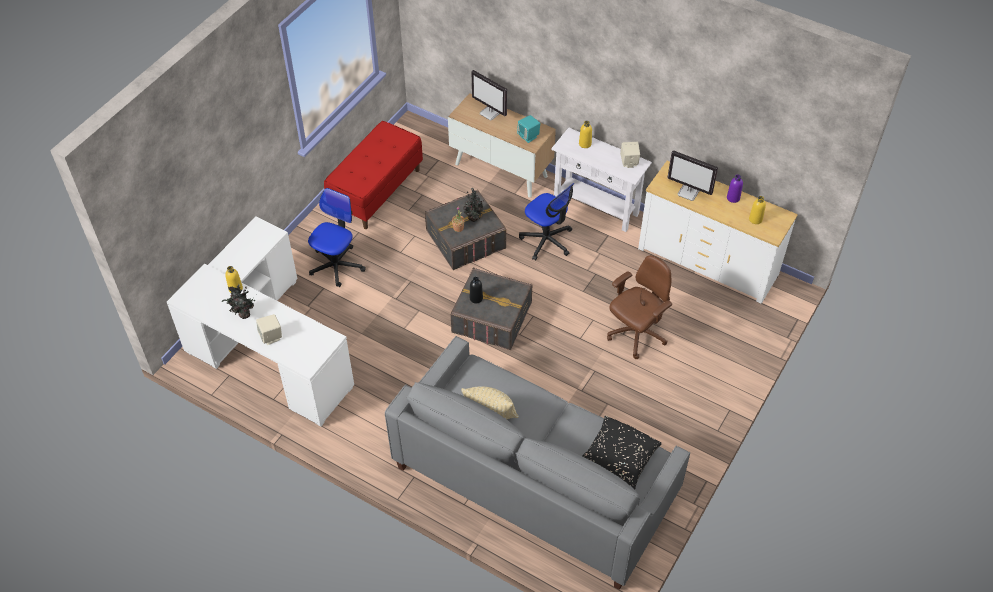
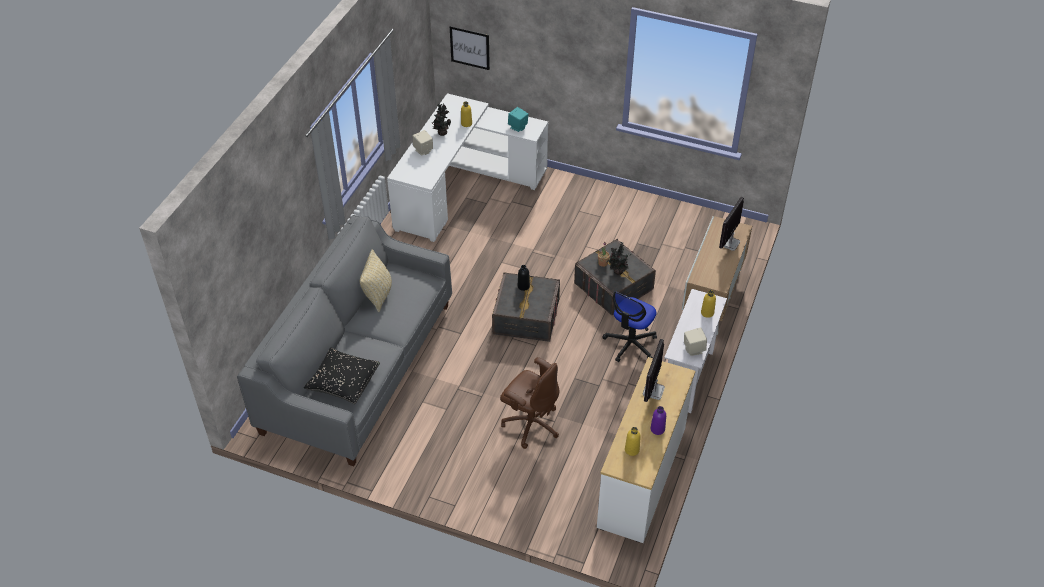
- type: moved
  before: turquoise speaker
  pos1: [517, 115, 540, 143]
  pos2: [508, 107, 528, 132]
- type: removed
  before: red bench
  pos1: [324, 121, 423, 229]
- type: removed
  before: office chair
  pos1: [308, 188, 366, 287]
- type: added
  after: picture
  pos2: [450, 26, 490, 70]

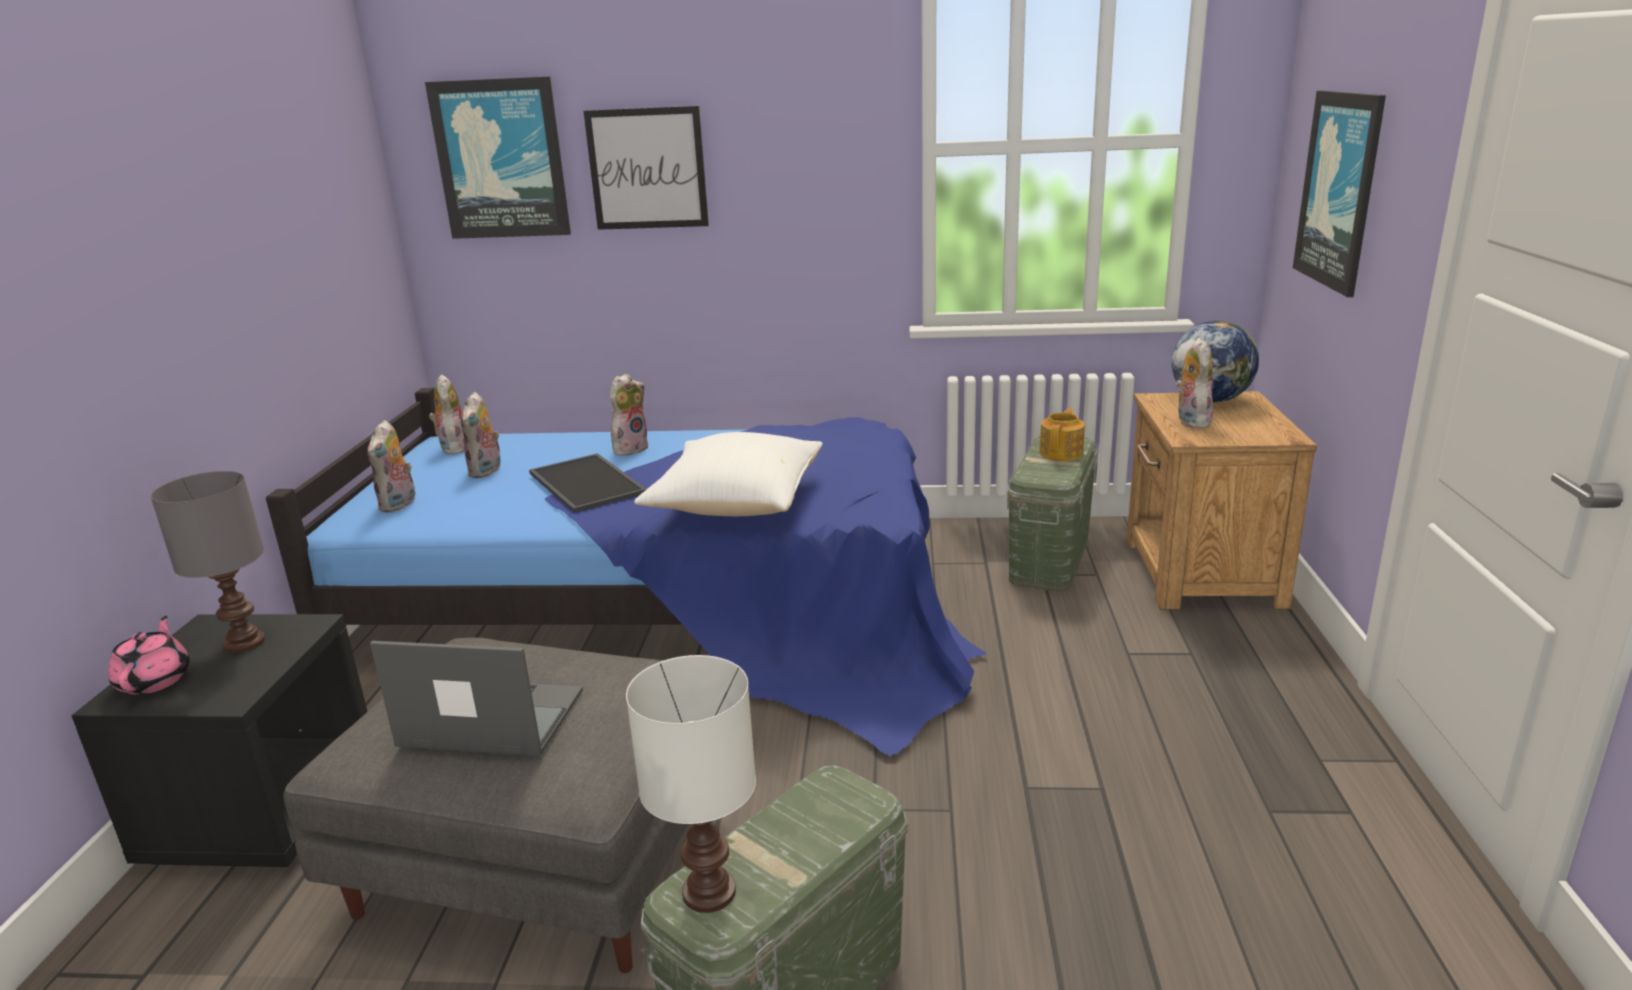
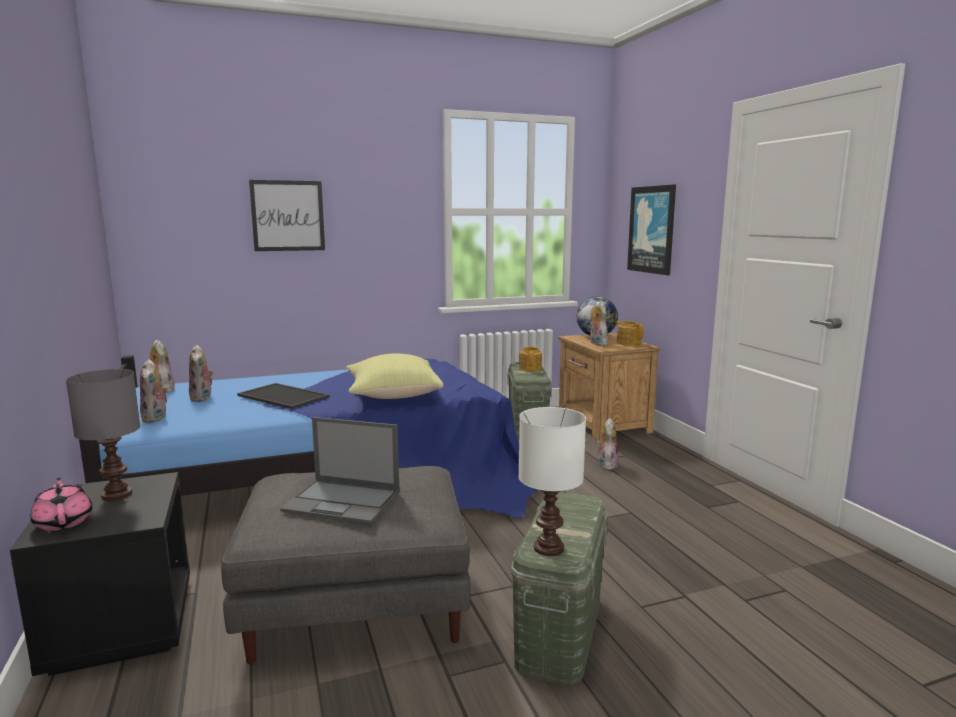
- type: removed
  before: picture
  pos1: [425, 76, 571, 239]
- type: moved
  before: plush toy
  pos1: [610, 374, 649, 456]
  pos2: [596, 418, 618, 470]
- type: recoloured
  before: white pillow
  after: yellow pillow
  pos1: [634, 432, 823, 516]
  pos2: [346, 353, 443, 399]
- type: turned
  before: laptop
  pos1: [370, 641, 583, 756]
  pos2: [280, 417, 400, 524]
  turn: -150
- type: added
  after: teapot
  pos2: [615, 321, 643, 346]

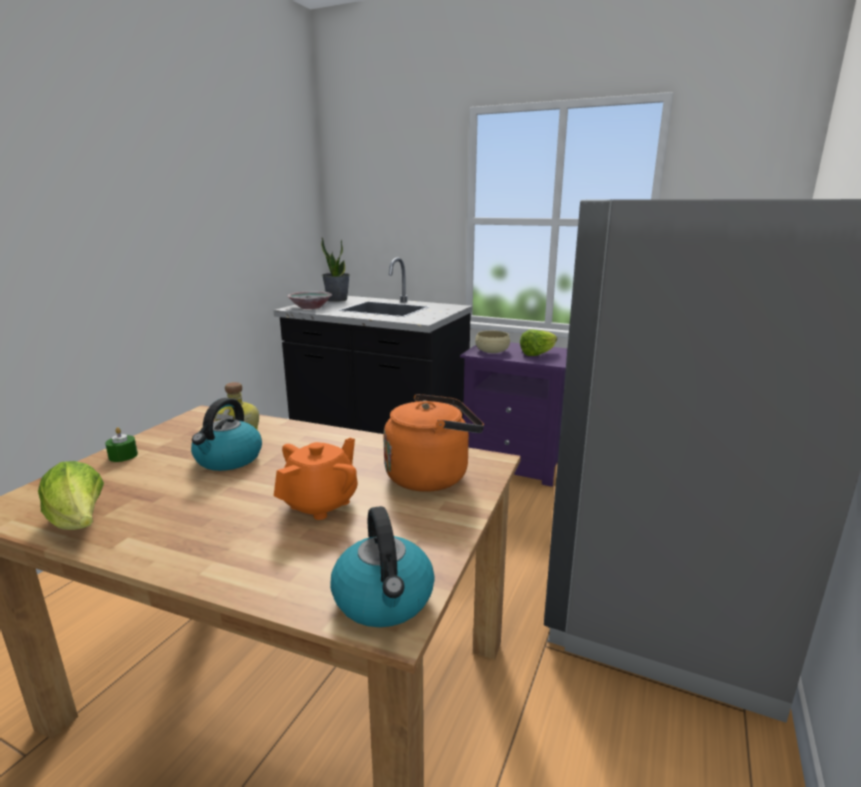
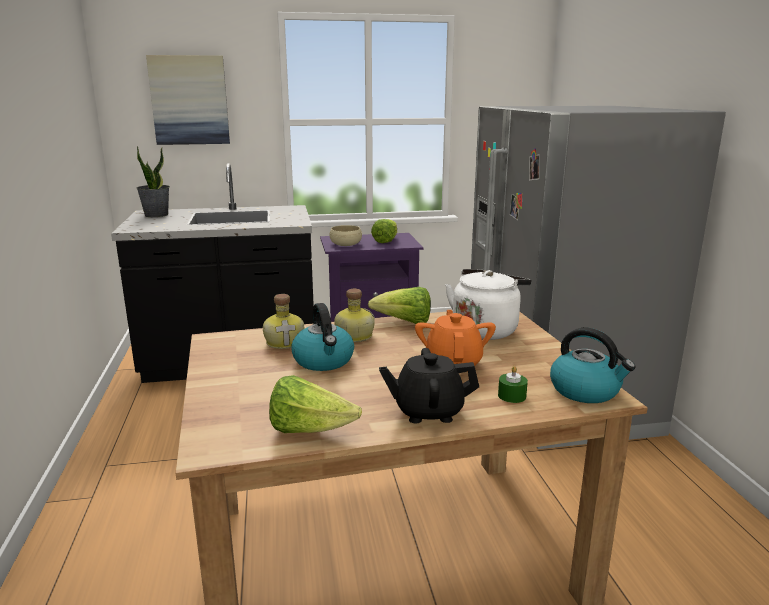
- type: removed
  before: bowl
  pos1: [287, 291, 332, 309]
- type: recoloured
  before: orange kettle
  after: white kettle
  pos1: [383, 394, 484, 492]
  pos2: [445, 269, 531, 340]
- type: moved
  before: green candle
  pos1: [105, 427, 138, 462]
  pos2: [498, 366, 528, 403]
- type: added
  after: picture
  pos2: [146, 55, 230, 145]
- type: added
  after: lettuce
  pos2: [368, 287, 431, 324]
- type: added
  after: bottle
  pos2: [334, 289, 375, 342]
- type: added
  after: black teapot
  pos2: [379, 348, 479, 423]

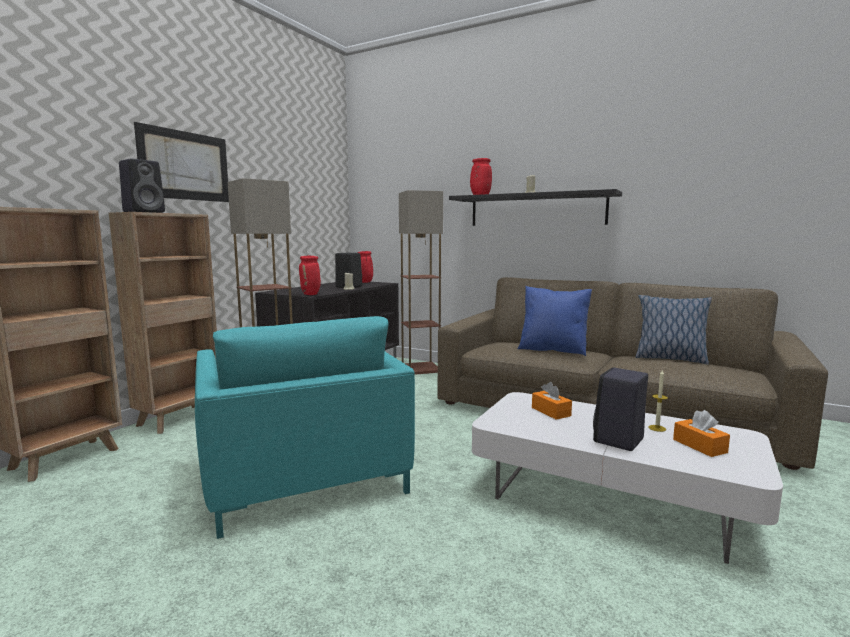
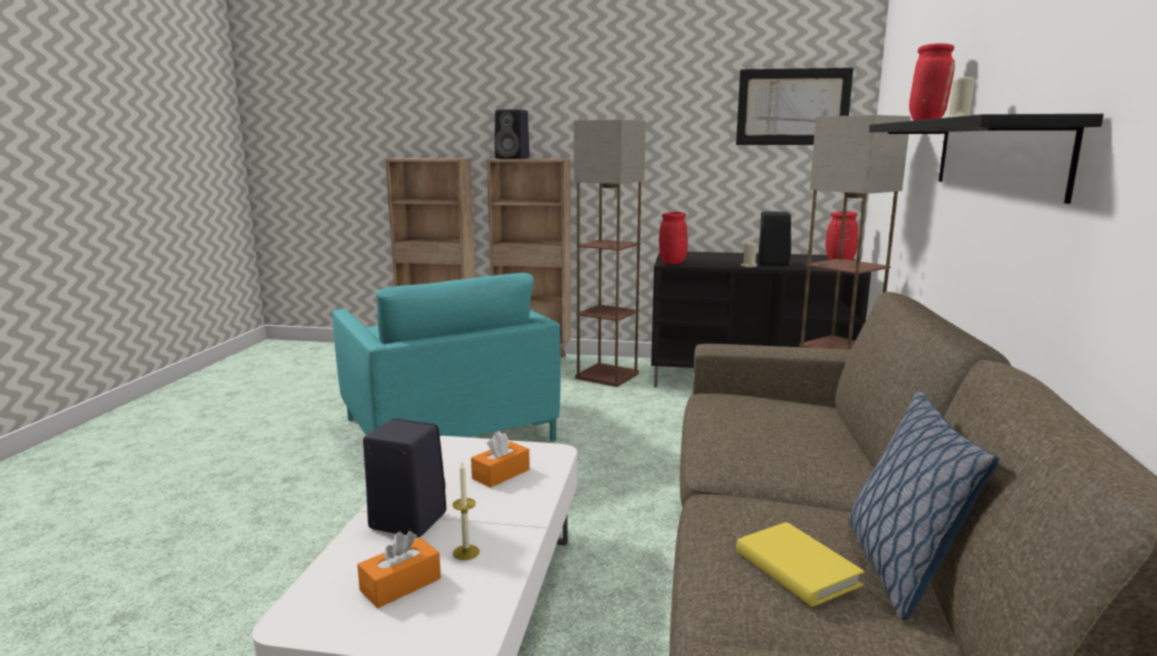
- type: moved
  before: picture
  pos1: [134, 122, 229, 202]
  pos2: [736, 68, 853, 145]
- type: removed
  before: blue pillow
  pos1: [518, 286, 592, 356]
- type: turned
  before: turquoise armchair
  pos1: [195, 316, 415, 539]
  pos2: [332, 273, 560, 442]
  turn: -75
- type: added
  after: yellow book
  pos2: [736, 522, 865, 607]

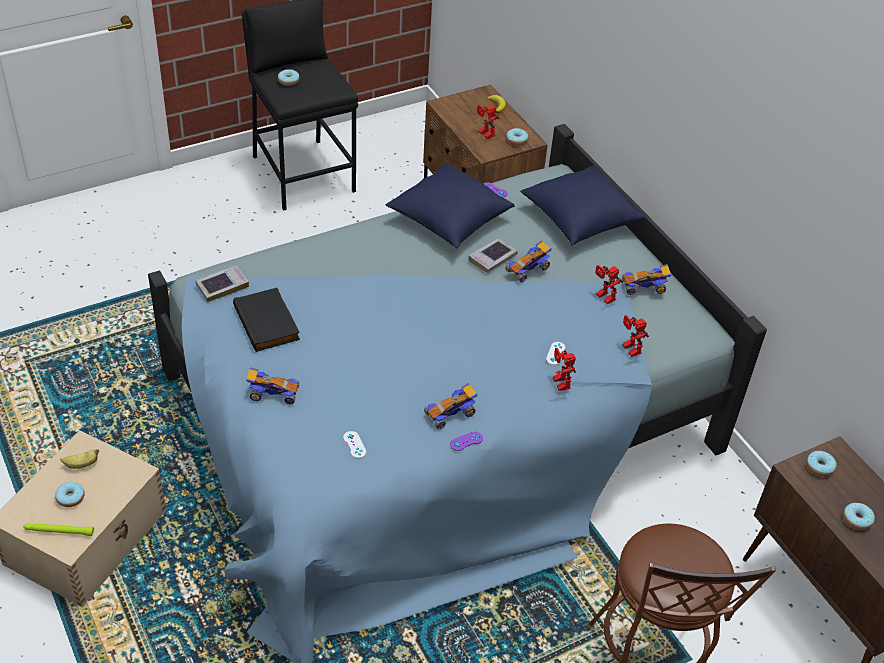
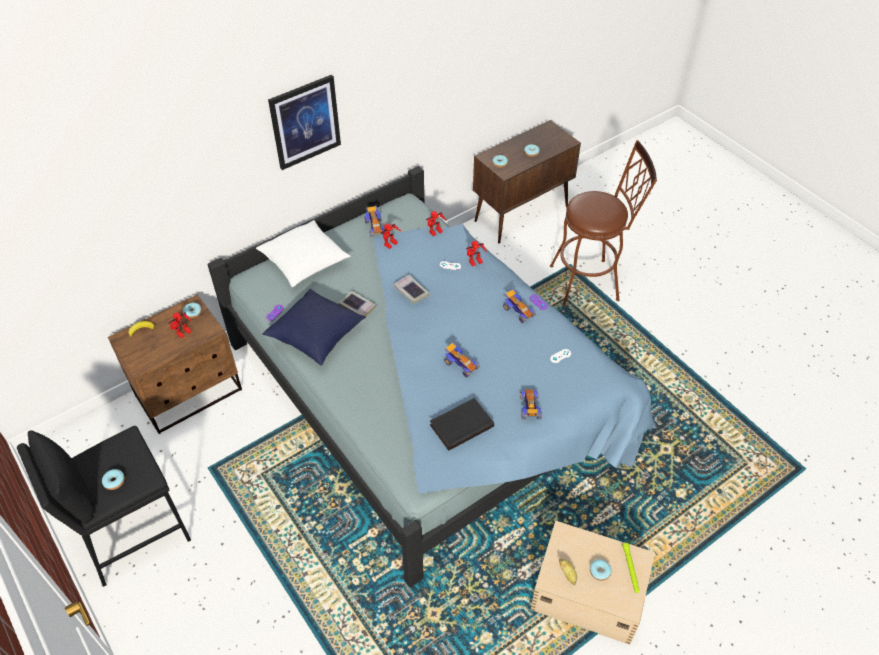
- type: recoloured
  before: blue pillow
  after: white pillow
  pos1: [520, 165, 645, 245]
  pos2: [256, 220, 351, 287]
- type: moved
  before: toy car
  pos1: [505, 240, 552, 282]
  pos2: [444, 342, 479, 378]
- type: moved
  before: book
  pos1: [195, 266, 249, 302]
  pos2: [394, 275, 429, 304]
- type: added
  after: picture
  pos2: [268, 75, 341, 170]

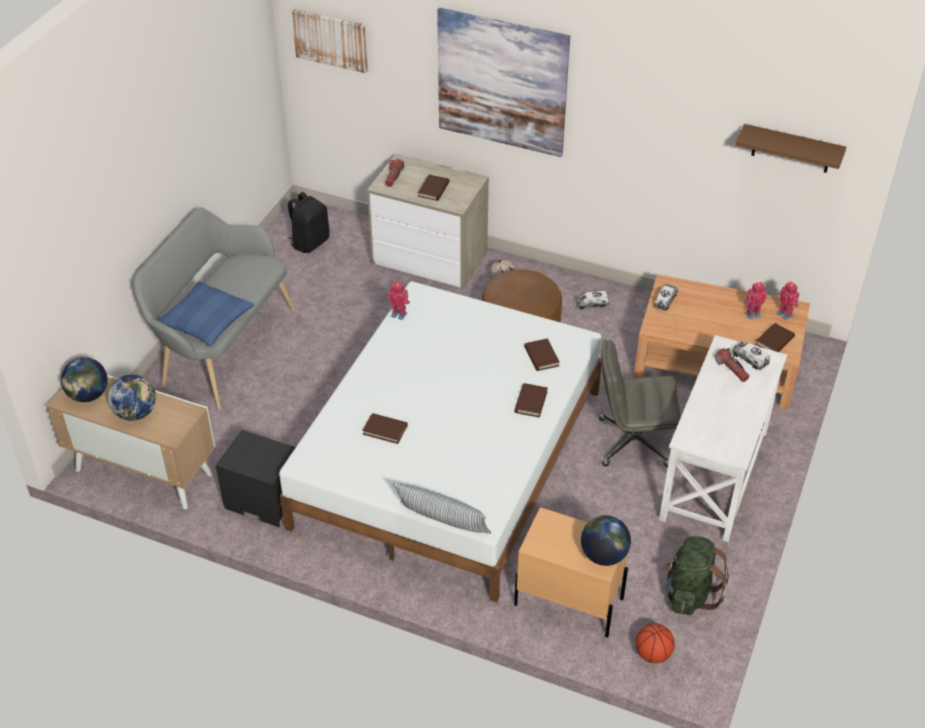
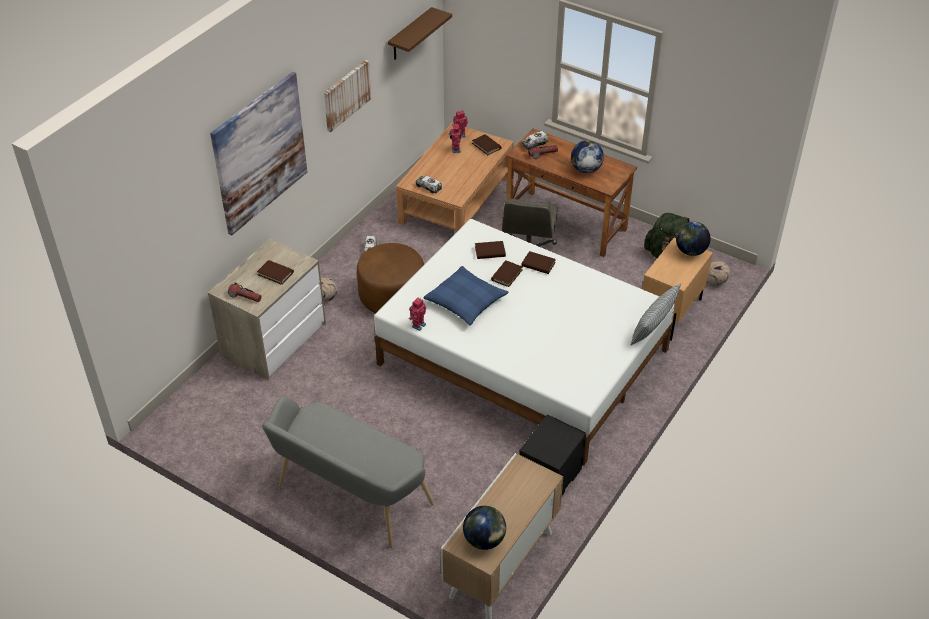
- type: moved
  before: picture
  pos1: [291, 9, 368, 74]
  pos2: [324, 60, 371, 132]
- type: removed
  before: black backpack
  pos1: [288, 192, 330, 253]
- type: moved
  before: blue pillow
  pos1: [157, 281, 254, 347]
  pos2: [423, 266, 509, 325]
- type: recoloured
  before: white desk
  after: brown desk
  pos1: [659, 335, 787, 542]
  pos2: [506, 128, 637, 257]
- type: moved
  before: globe
  pos1: [108, 375, 156, 421]
  pos2: [571, 140, 604, 173]
- type: moved
  before: brown book
  pos1: [362, 413, 408, 444]
  pos2: [491, 260, 522, 287]
- type: replaced
  before: basketball
  after: football
  pos1: [636, 623, 675, 663]
  pos2: [708, 261, 730, 285]

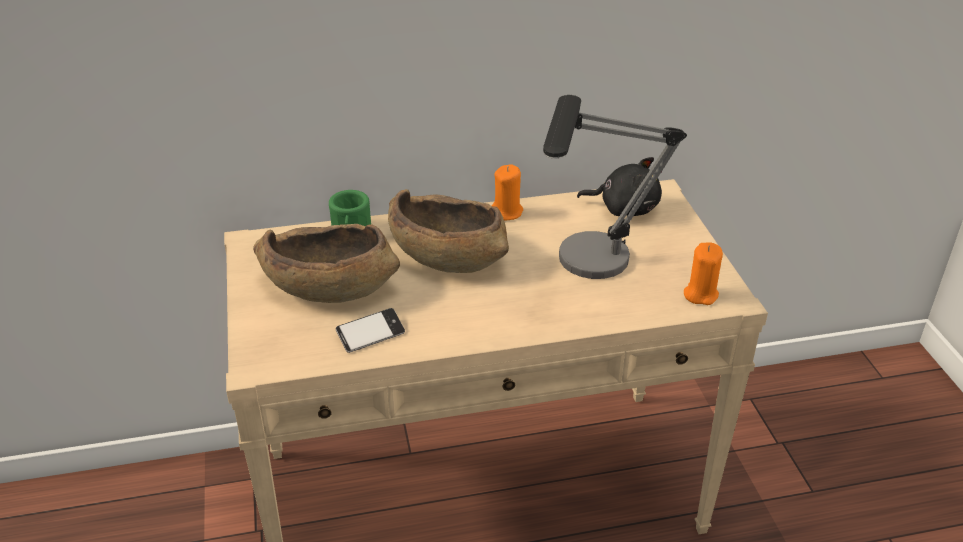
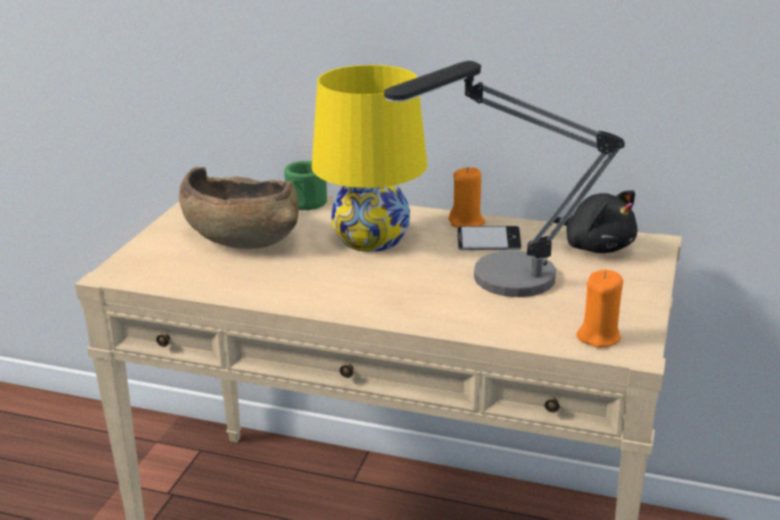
- type: replaced
  before: brown bowl
  after: yellow table lamp
  pos1: [388, 189, 509, 273]
  pos2: [312, 65, 427, 252]
- type: moved
  before: phone
  pos1: [336, 308, 405, 353]
  pos2: [457, 226, 522, 250]

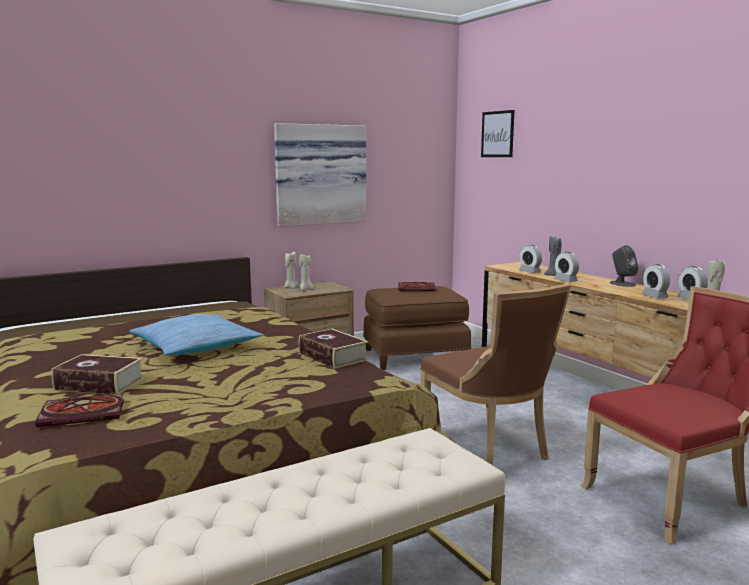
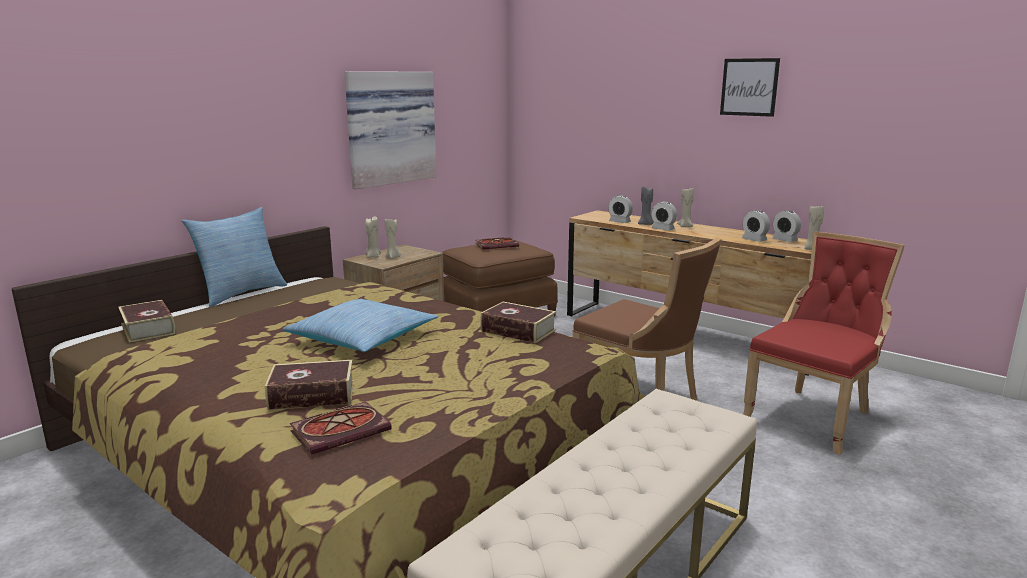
- type: moved
  before: picture
  pos1: [481, 110, 515, 157]
  pos2: [720, 58, 780, 117]
- type: removed
  before: grey speaker
  pos1: [610, 245, 638, 287]
- type: added
  after: beige candle
  pos2: [677, 188, 694, 227]
- type: added
  after: pillow
  pos2: [182, 207, 287, 307]
- type: added
  after: book
  pos2: [118, 300, 175, 343]

